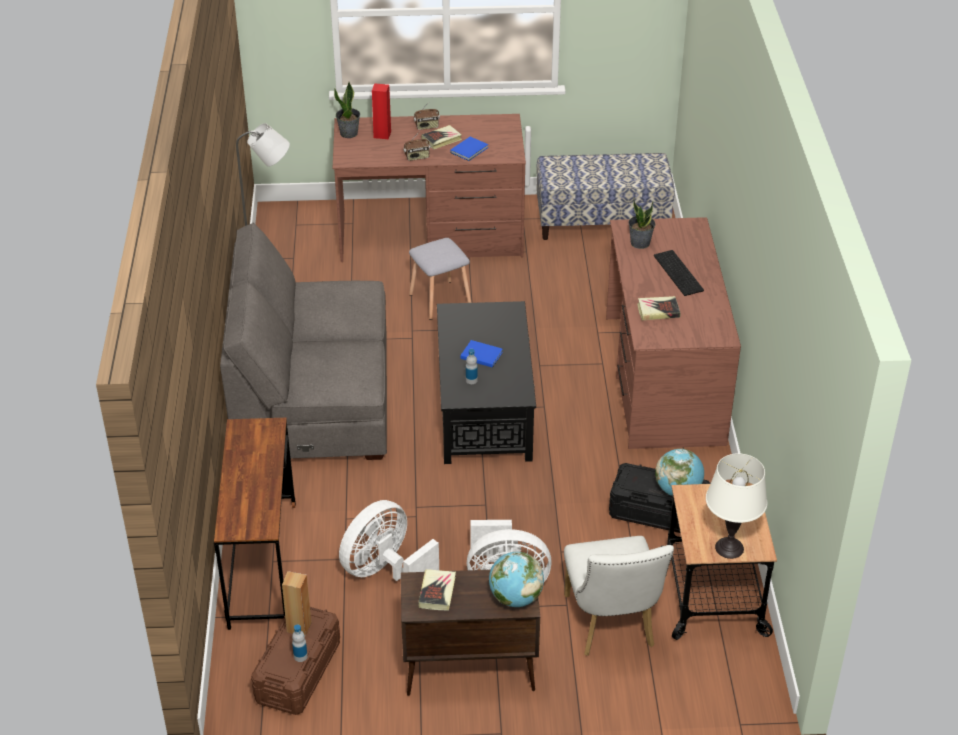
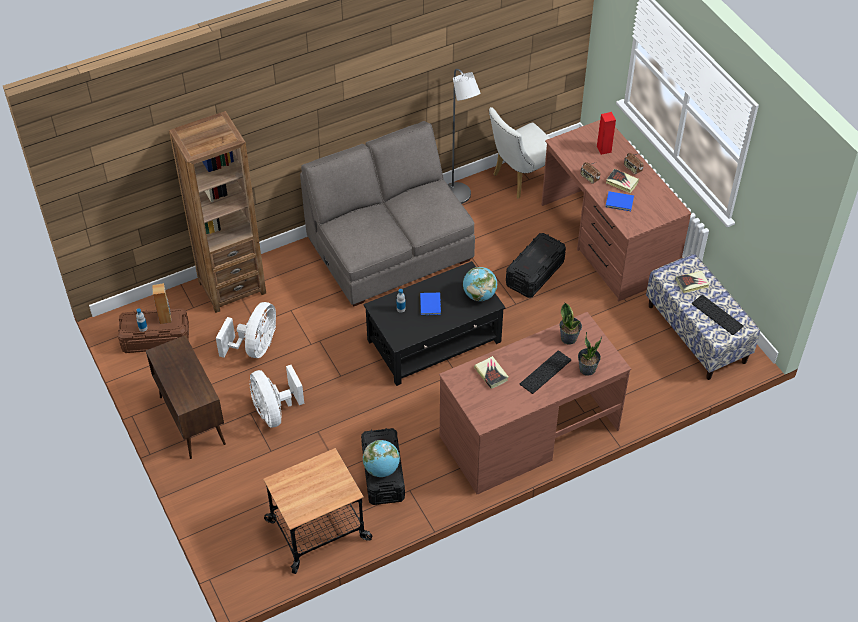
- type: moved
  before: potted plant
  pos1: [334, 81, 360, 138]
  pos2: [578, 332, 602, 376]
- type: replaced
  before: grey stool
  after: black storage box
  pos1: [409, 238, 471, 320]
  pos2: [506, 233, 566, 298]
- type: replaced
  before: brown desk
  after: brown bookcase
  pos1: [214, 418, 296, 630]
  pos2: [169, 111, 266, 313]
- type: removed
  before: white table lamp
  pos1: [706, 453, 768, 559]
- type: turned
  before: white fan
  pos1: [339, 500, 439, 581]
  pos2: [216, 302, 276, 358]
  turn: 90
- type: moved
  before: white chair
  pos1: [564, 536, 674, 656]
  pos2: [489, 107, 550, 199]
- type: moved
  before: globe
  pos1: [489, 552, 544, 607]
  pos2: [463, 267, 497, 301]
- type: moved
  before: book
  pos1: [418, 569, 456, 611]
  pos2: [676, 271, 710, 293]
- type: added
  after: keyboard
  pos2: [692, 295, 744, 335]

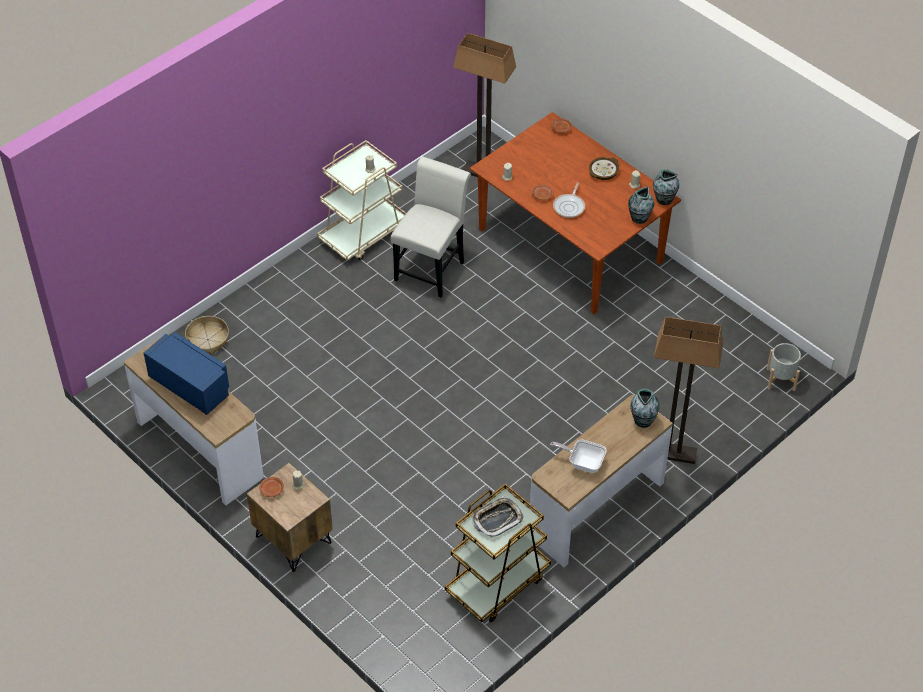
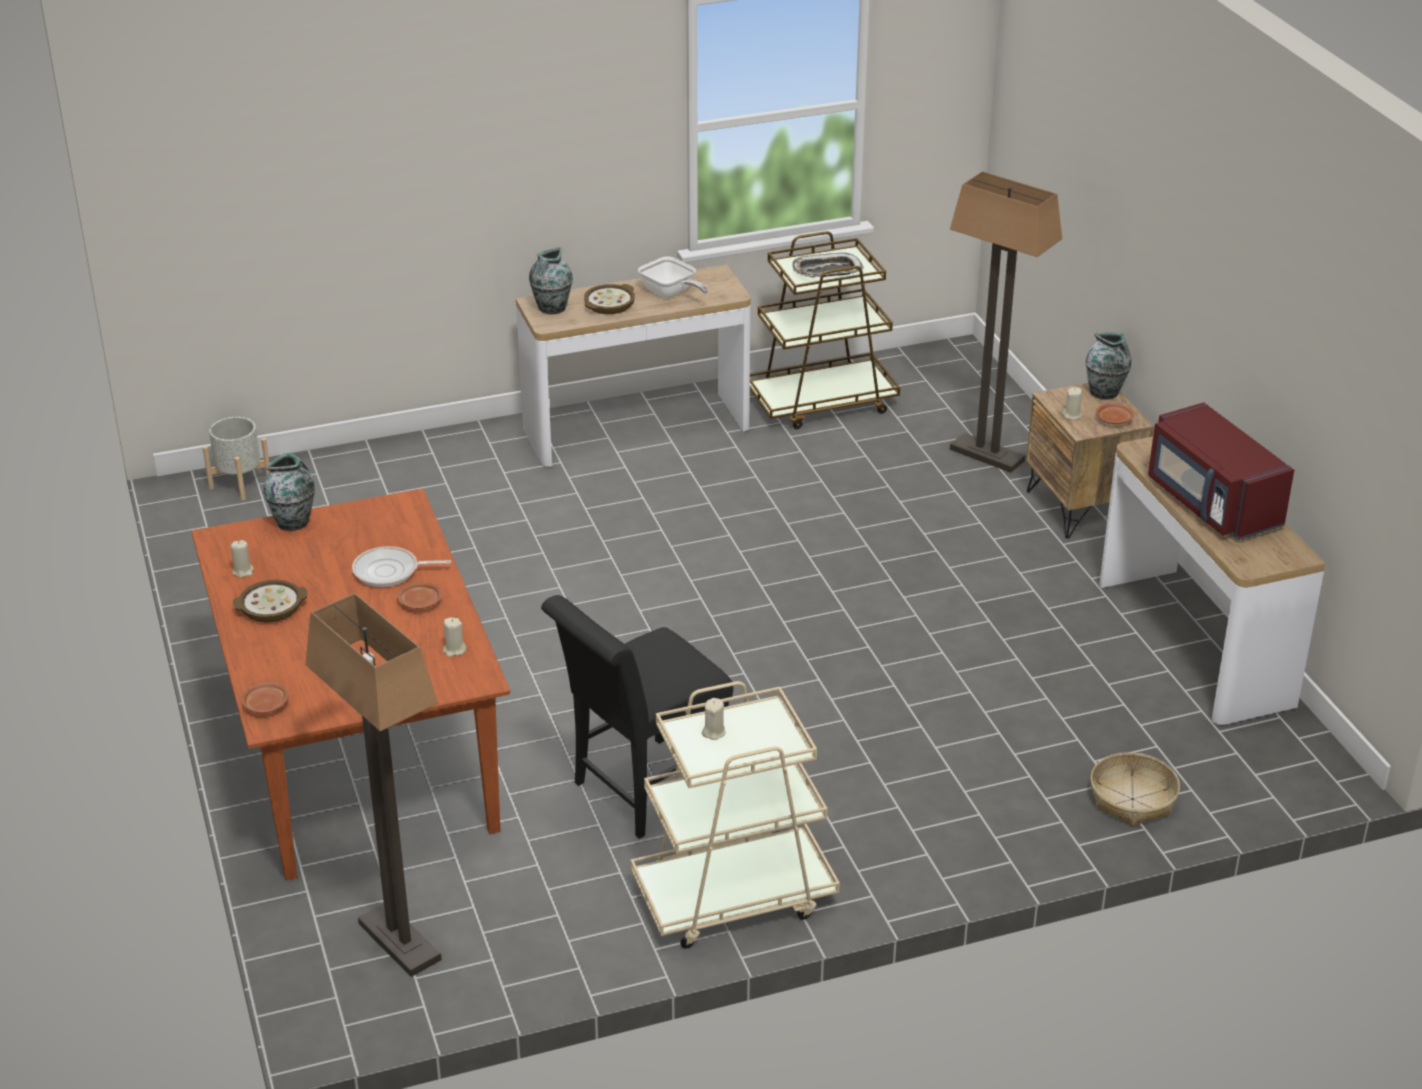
- type: recoloured
  before: white chair
  after: black chair
  pos1: [391, 156, 471, 298]
  pos2: [541, 595, 733, 839]
- type: moved
  before: vase
  pos1: [653, 169, 679, 205]
  pos2: [1085, 333, 1132, 400]
- type: turned
  before: frying pan
  pos1: [553, 182, 585, 218]
  pos2: [352, 546, 451, 587]
  turn: -135
- type: moved
  before: floor lamp
  pos1: [654, 317, 723, 464]
  pos2: [950, 171, 1062, 473]
- type: recoloured
  before: blue microwave
  after: red microwave
  pos1: [144, 332, 229, 415]
  pos2: [1148, 402, 1294, 540]
- type: added
  after: bowl
  pos2: [584, 284, 635, 314]

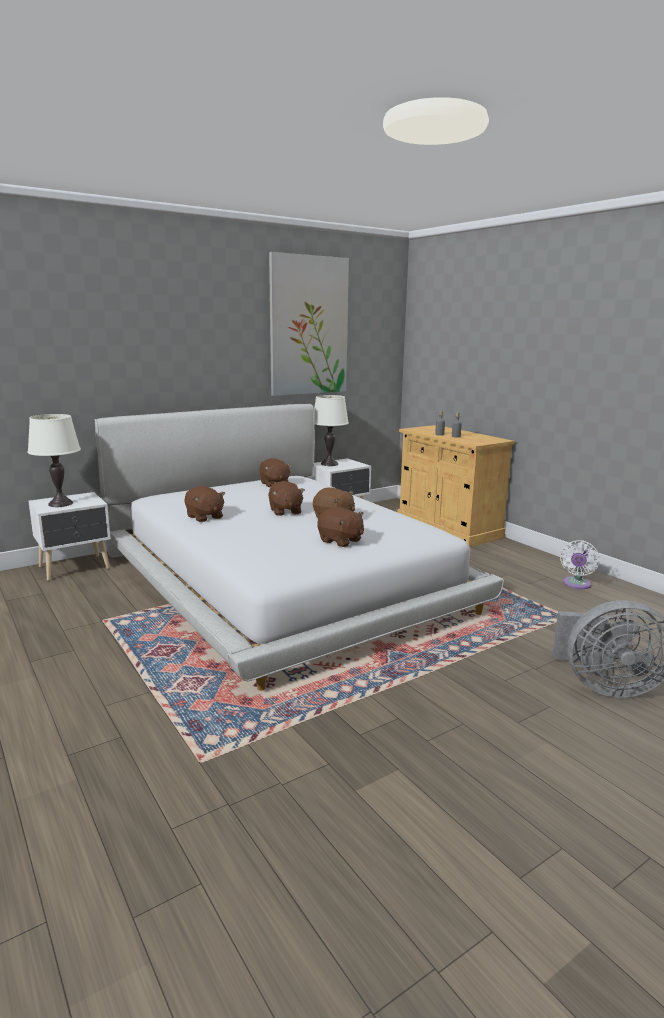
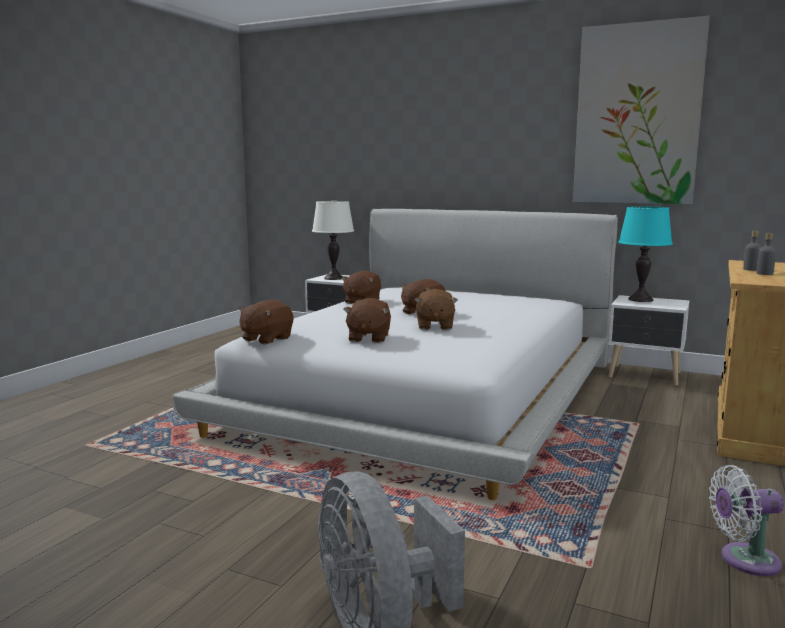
- type: recoloured
  before: white table lamp
  after: turquoise table lamp
  pos1: [314, 395, 349, 466]
  pos2: [618, 206, 673, 302]
- type: moved
  before: brown plush toy
  pos1: [259, 458, 292, 487]
  pos2: [238, 300, 293, 345]

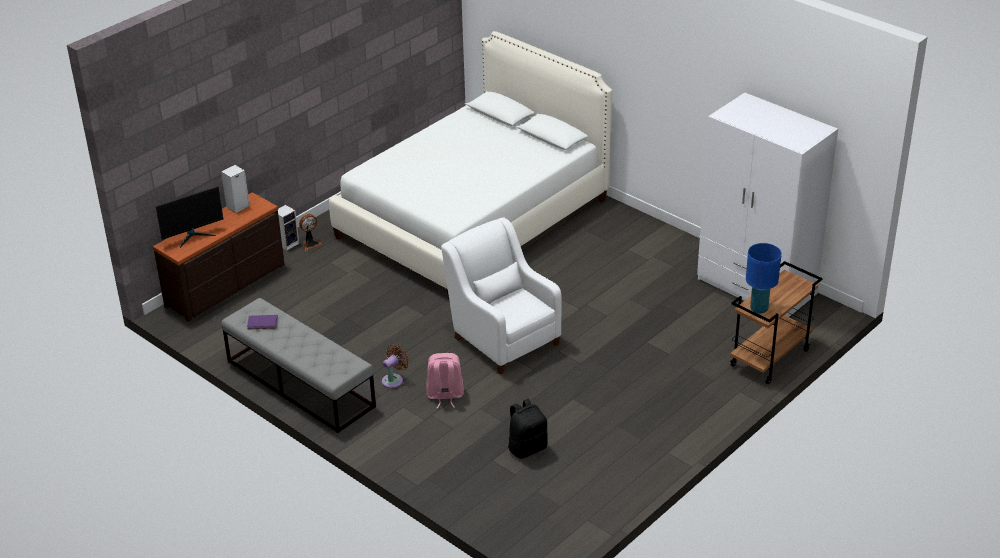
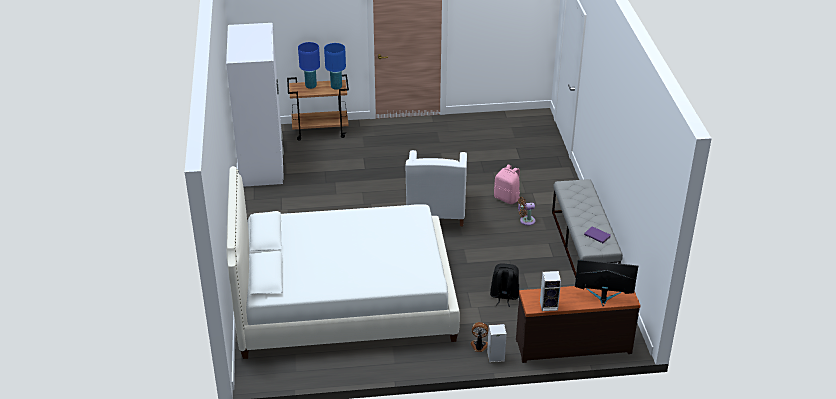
- type: moved
  before: black backpack
  pos1: [508, 399, 548, 459]
  pos2: [490, 263, 519, 307]
- type: added
  after: blue table lamp
  pos2: [298, 42, 320, 89]

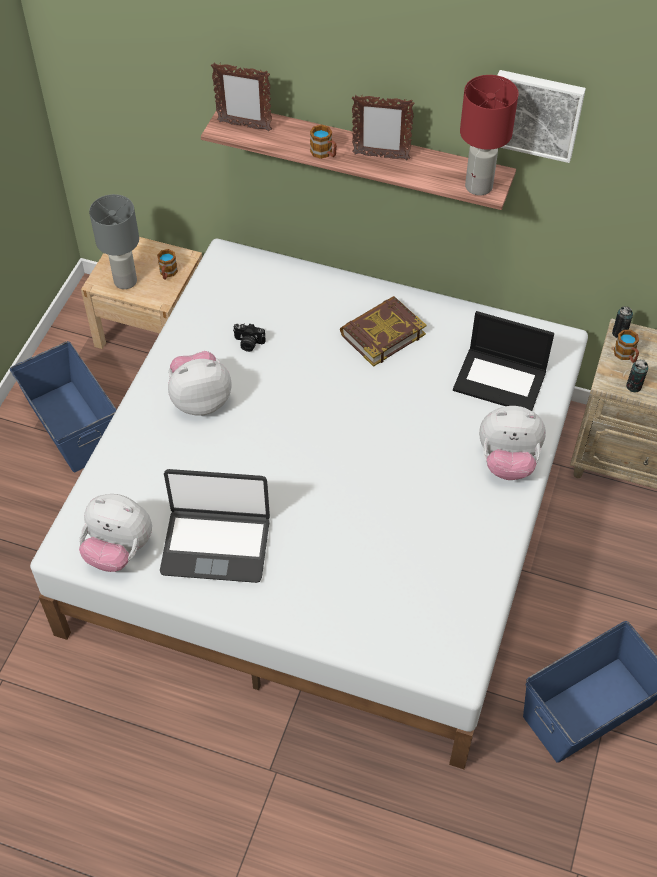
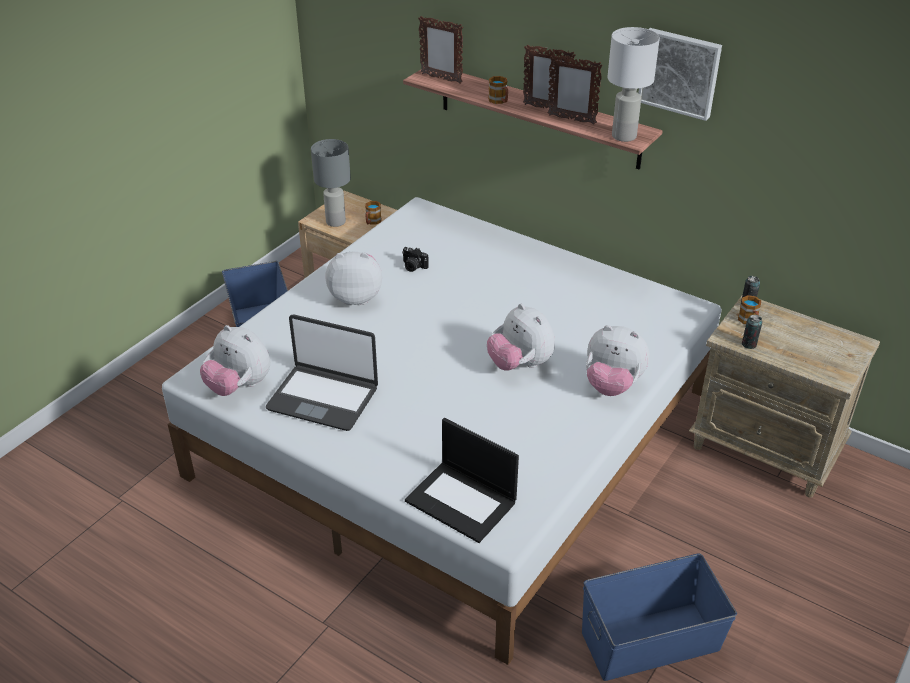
- type: recoloured
  before: red table lamp
  after: white table lamp
  pos1: [460, 75, 519, 195]
  pos2: [608, 27, 660, 142]
- type: removed
  before: book
  pos1: [340, 296, 427, 367]
- type: moved
  before: laptop
  pos1: [453, 311, 554, 411]
  pos2: [405, 418, 519, 543]
- type: added
  after: picture frame
  pos2: [547, 54, 603, 125]
- type: added
  after: plush toy
  pos2: [487, 304, 555, 371]

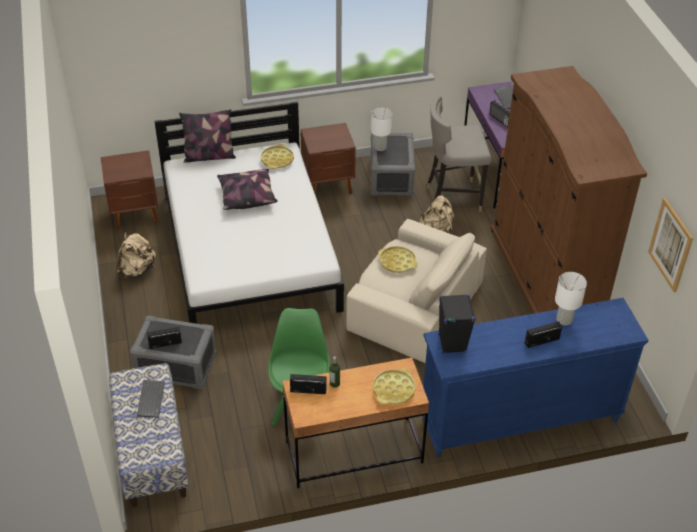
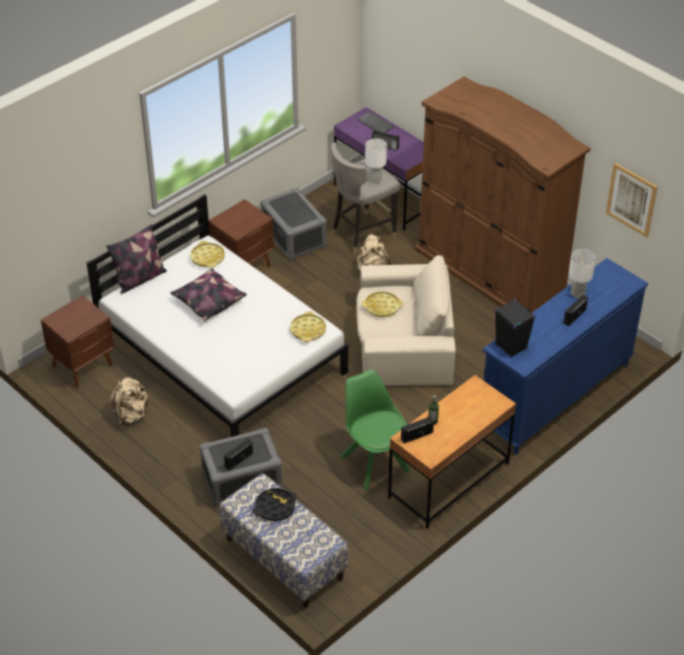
- type: moved
  before: white table lamp
  pos1: [371, 108, 392, 151]
  pos2: [365, 138, 387, 183]
- type: moved
  before: yellow tray
  pos1: [373, 369, 416, 404]
  pos2: [290, 312, 326, 342]
- type: replaced
  before: keyboard
  after: black tray
  pos1: [137, 380, 165, 418]
  pos2: [253, 488, 297, 521]

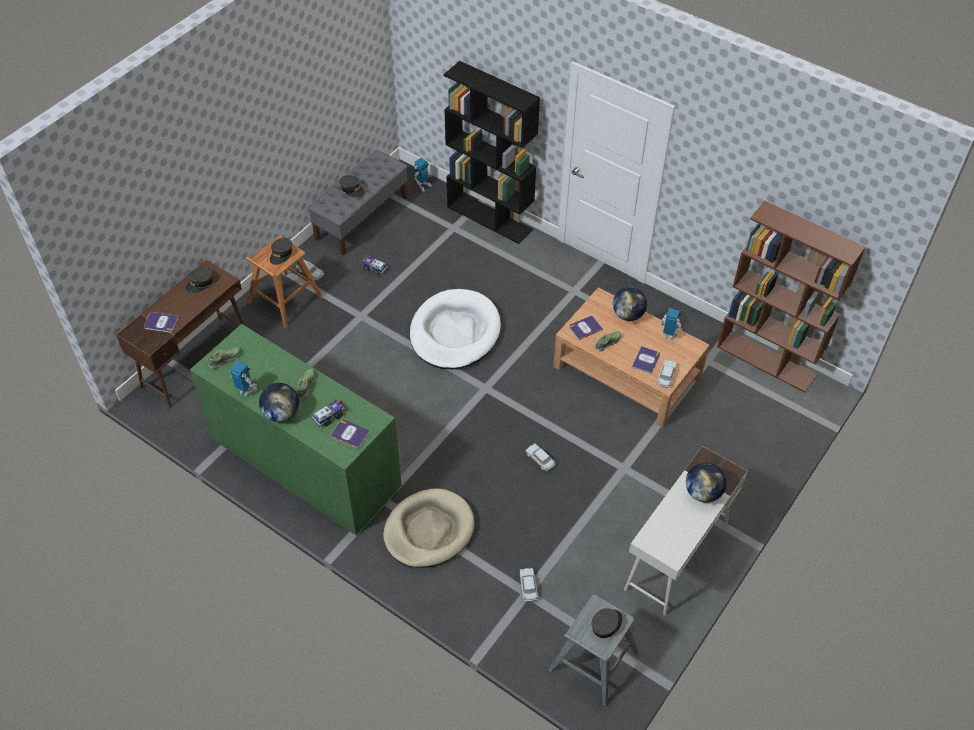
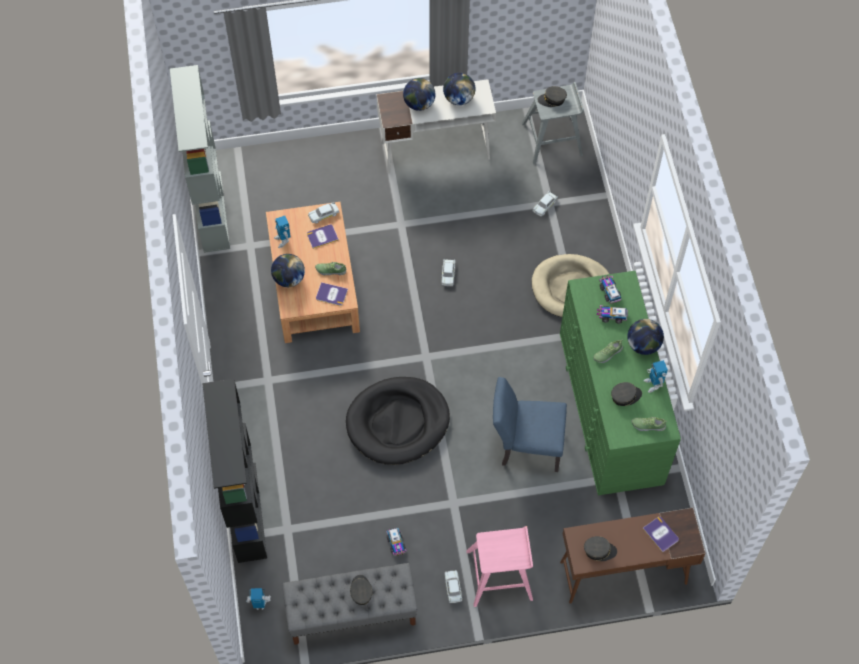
- type: recoloured
  before: brown bookcase
  after: grey bookcase
  pos1: [717, 201, 865, 393]
  pos2: [170, 65, 230, 253]
- type: recoloured
  before: brown stool
  after: pink stool
  pos1: [245, 236, 323, 328]
  pos2: [466, 526, 533, 607]
- type: moved
  before: grey cap
  pos1: [270, 238, 292, 265]
  pos2: [611, 382, 642, 406]
- type: recoloured
  before: white dog bed
  after: black dog bed
  pos1: [410, 289, 501, 369]
  pos2: [346, 377, 450, 465]
- type: replaced
  before: book
  after: toy truck
  pos1: [330, 420, 369, 449]
  pos2: [599, 276, 622, 304]
- type: added
  after: globe
  pos2: [443, 73, 475, 105]
- type: added
  after: blue chair
  pos2: [493, 377, 567, 472]

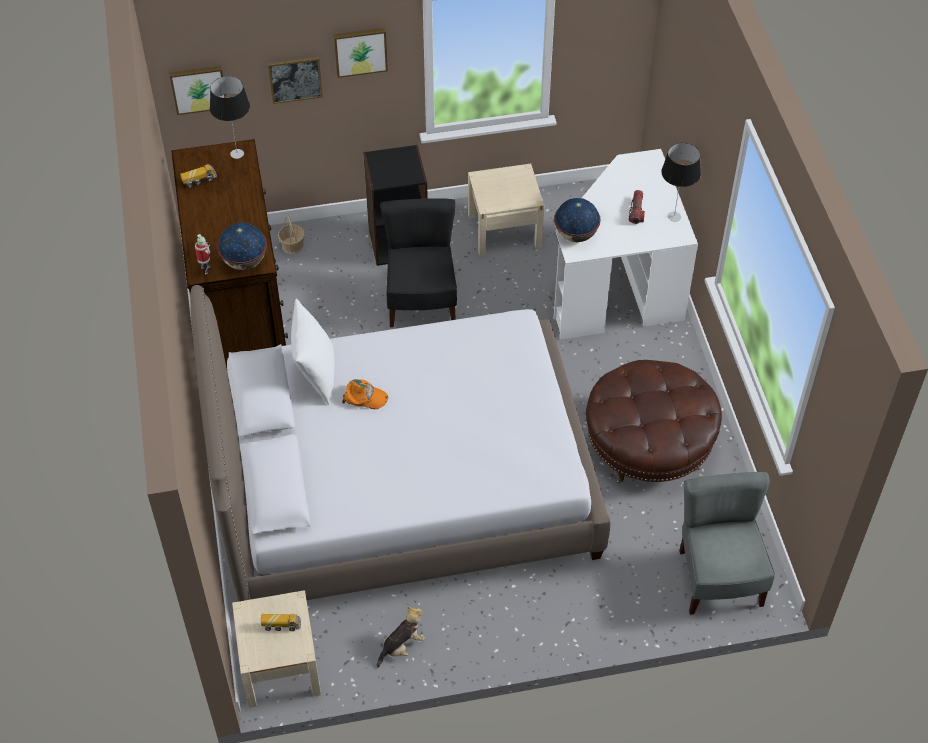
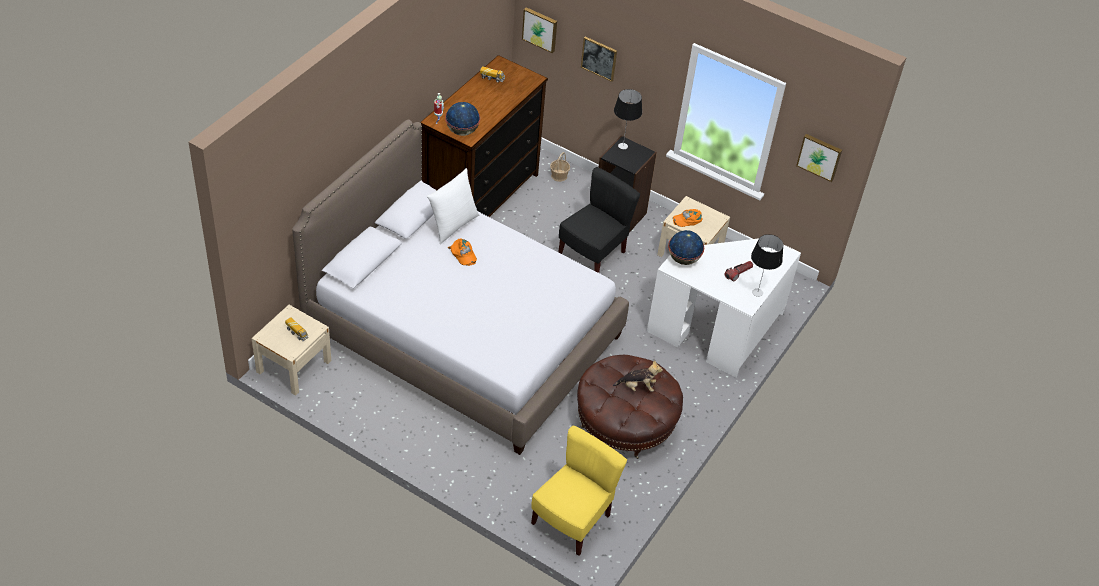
- type: moved
  before: picture
  pos1: [334, 28, 388, 78]
  pos2: [796, 134, 842, 182]
- type: moved
  before: table lamp
  pos1: [210, 76, 250, 159]
  pos2: [614, 89, 642, 149]
- type: recoloured
  before: grey chair
  after: yellow chair
  pos1: [679, 472, 775, 615]
  pos2: [531, 425, 627, 556]
- type: moved
  before: plush toy
  pos1: [377, 607, 425, 668]
  pos2: [613, 360, 663, 392]
- type: added
  after: orange cap
  pos2: [673, 209, 703, 227]

